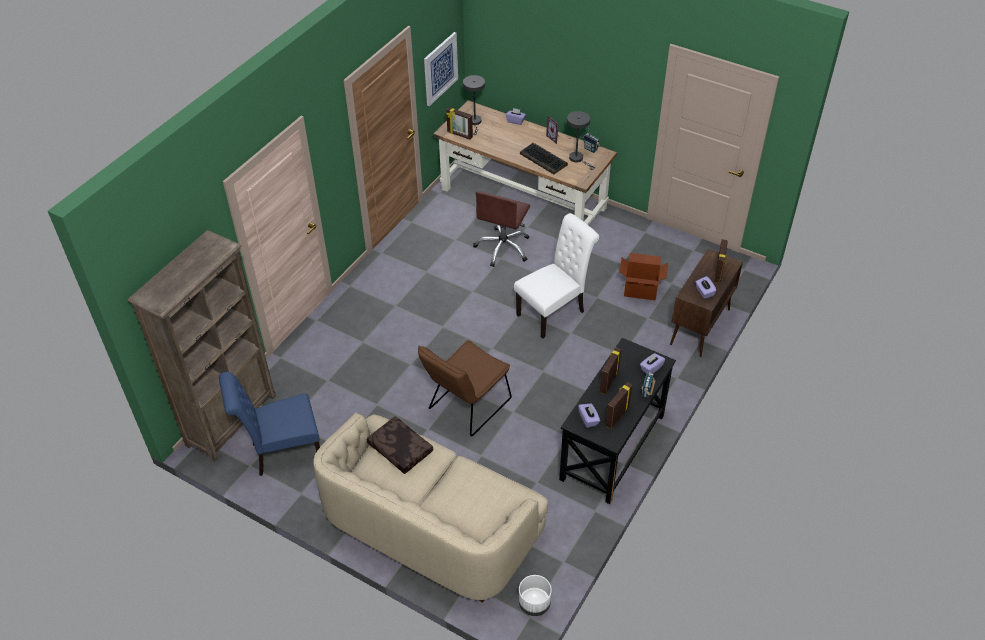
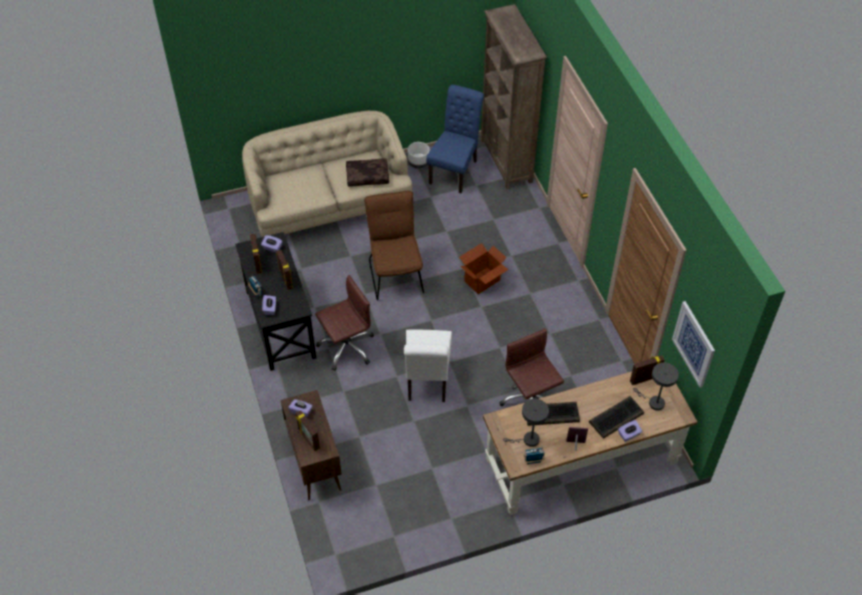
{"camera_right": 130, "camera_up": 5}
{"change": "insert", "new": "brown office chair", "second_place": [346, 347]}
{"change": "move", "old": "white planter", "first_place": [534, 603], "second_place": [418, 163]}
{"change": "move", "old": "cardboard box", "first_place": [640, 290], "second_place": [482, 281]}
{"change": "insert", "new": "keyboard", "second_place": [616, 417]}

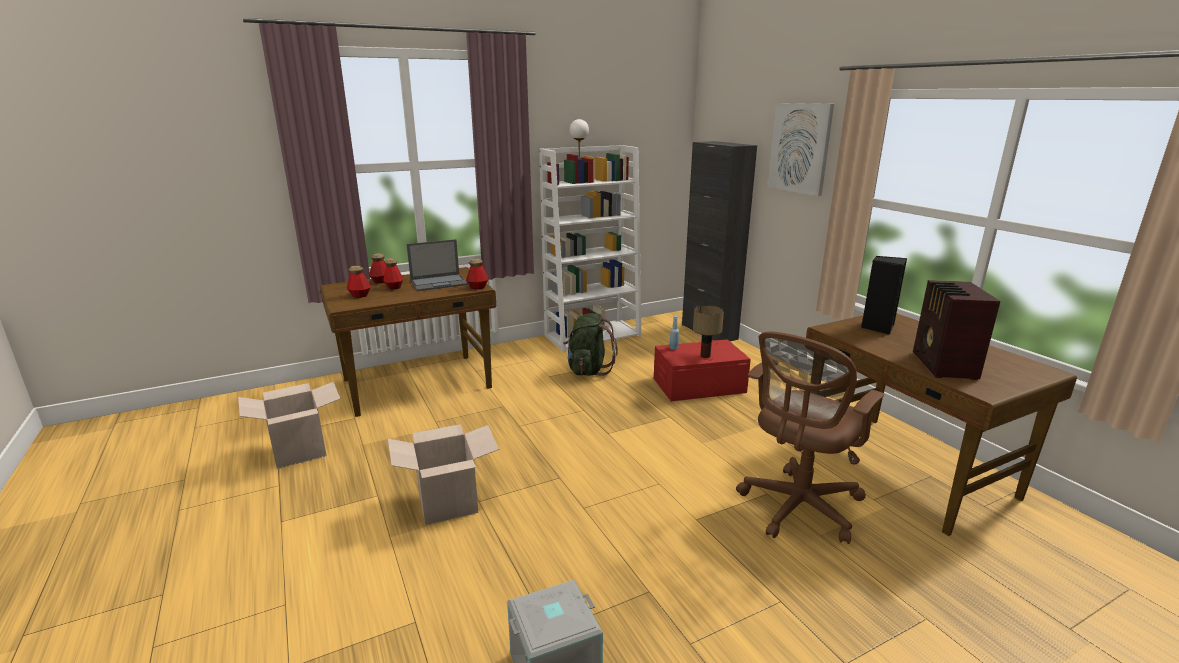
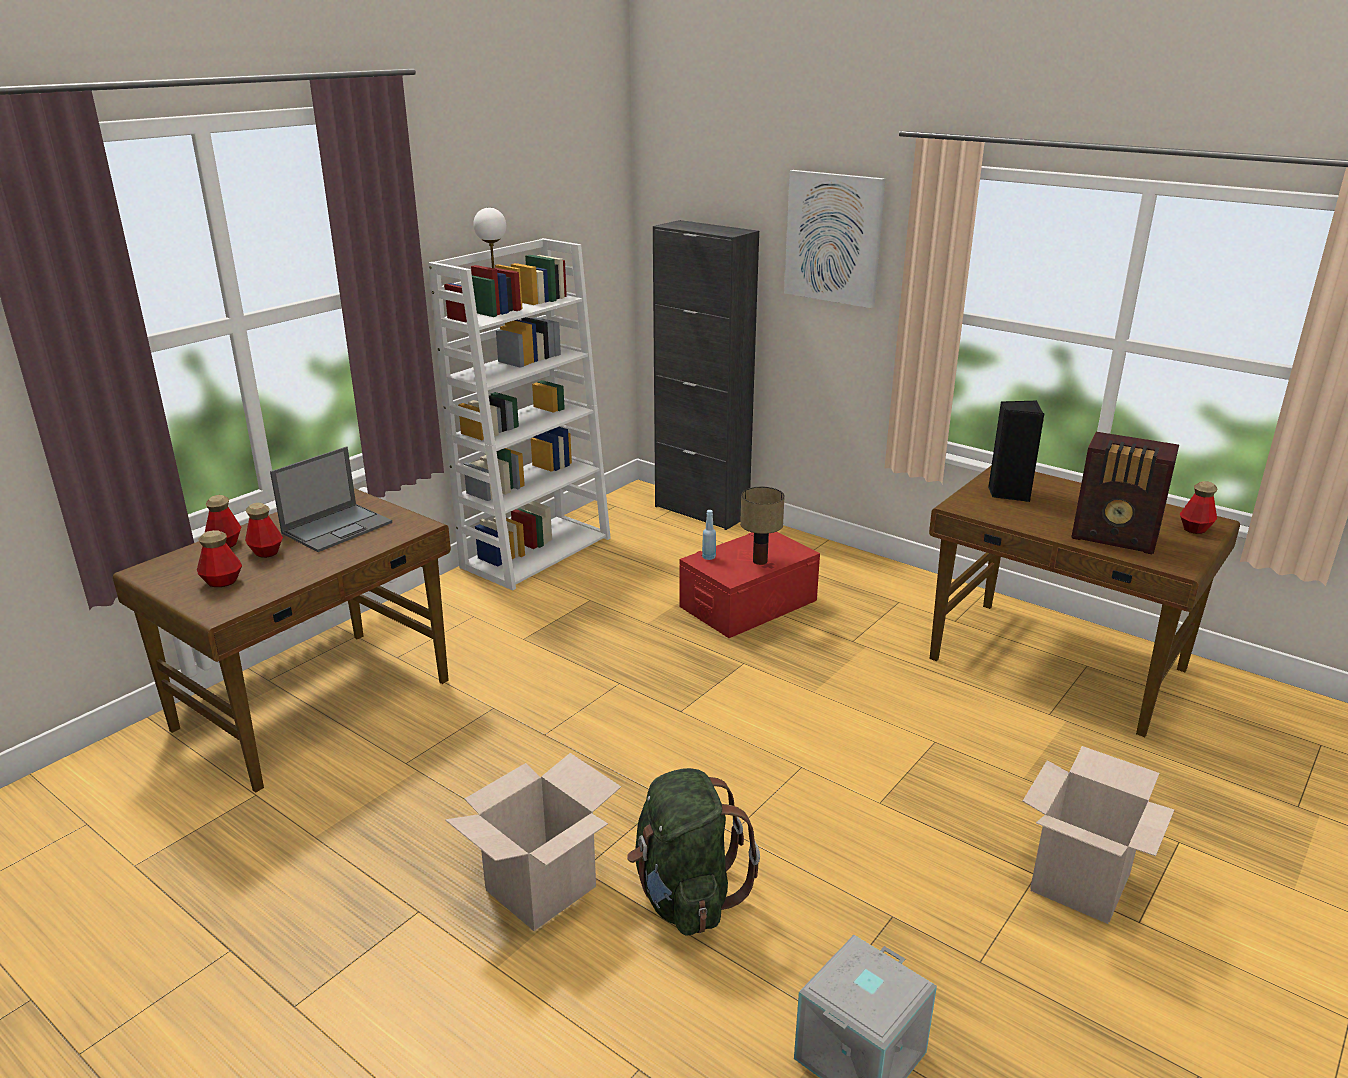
{"camera_right": -25, "camera_up": 5}
{"change": "move", "old": "green backpack", "first_place": [588, 370], "second_place": [685, 896]}
{"change": "move", "old": "cardboard box", "first_place": [299, 452], "second_place": [1080, 882]}
{"change": "rotate", "old": "radio", "first_place": [943, 366], "second_place": [1116, 538], "degrees": -45}
{"change": "move", "old": "bottle", "first_place": [477, 287], "second_place": [1195, 529]}
{"change": "delete", "old": "brown office chair", "first_place": [797, 509]}

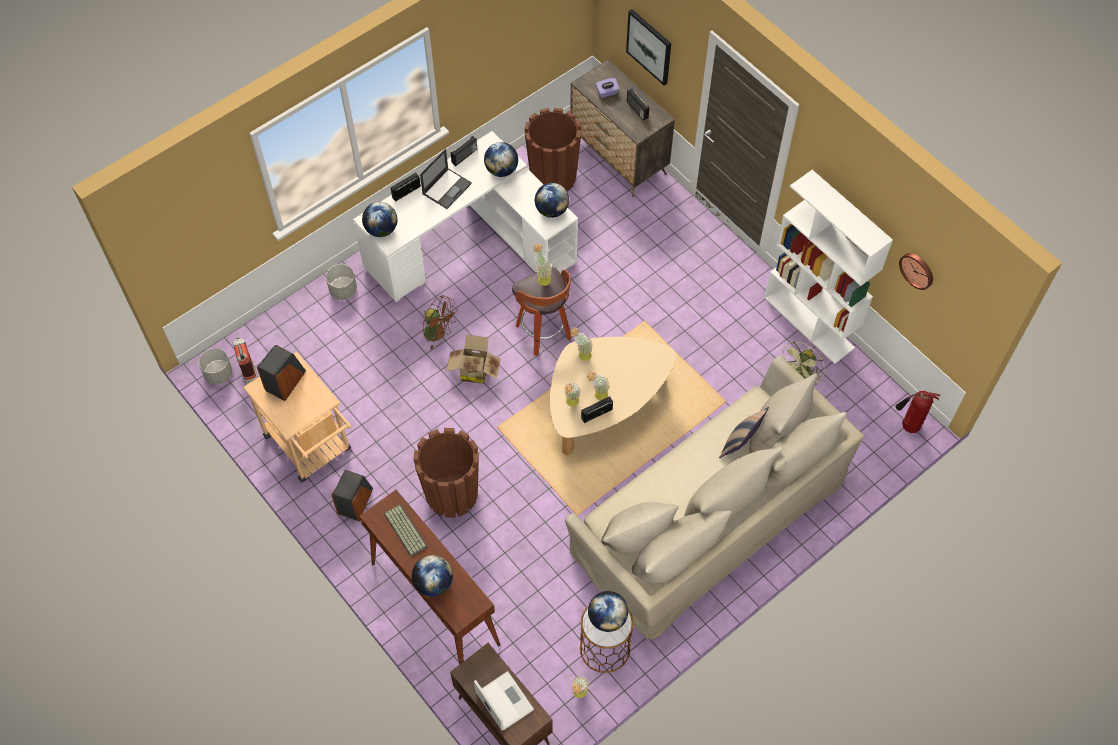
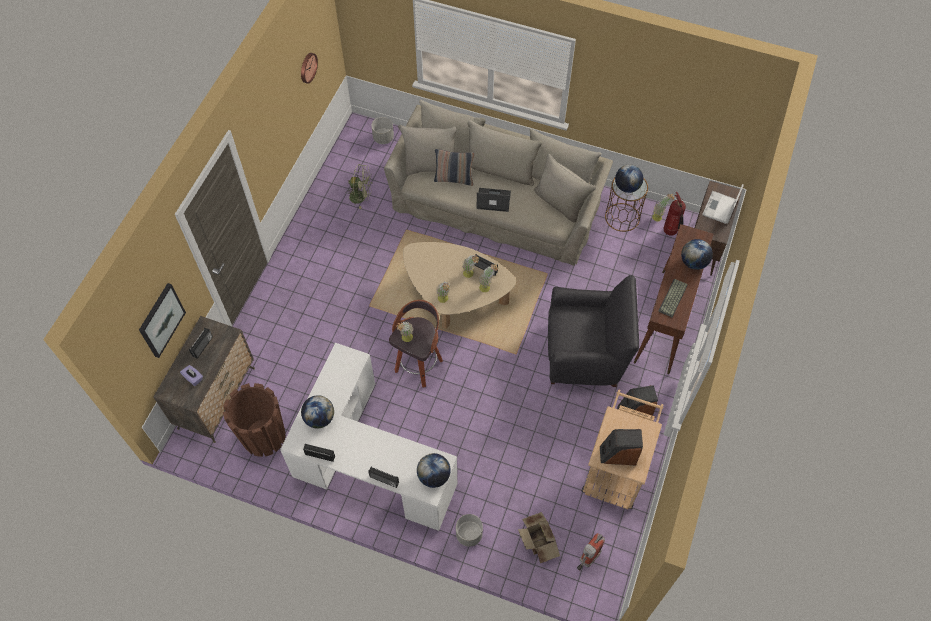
{"camera_right": -120, "camera_up": 0}
{"change": "move", "old": "grey planter", "first_place": [219, 374], "second_place": [383, 138]}
{"change": "move", "old": "laptop", "first_place": [447, 188], "second_place": [493, 200]}
{"change": "move", "old": "cardboard box", "first_place": [474, 370], "second_place": [537, 543]}
{"change": "replace", "old": "brown planter", "new": "black armchair", "first_place": [451, 494], "second_place": [585, 354]}
{"change": "move", "old": "fire extinguisher", "first_place": [908, 426], "second_place": [671, 233]}
{"change": "delete", "old": "brown fan", "first_place": [439, 334]}
{"change": "delete", "old": "globe", "first_place": [551, 210]}
{"change": "delete", "old": "white bookcase", "first_place": [809, 322]}

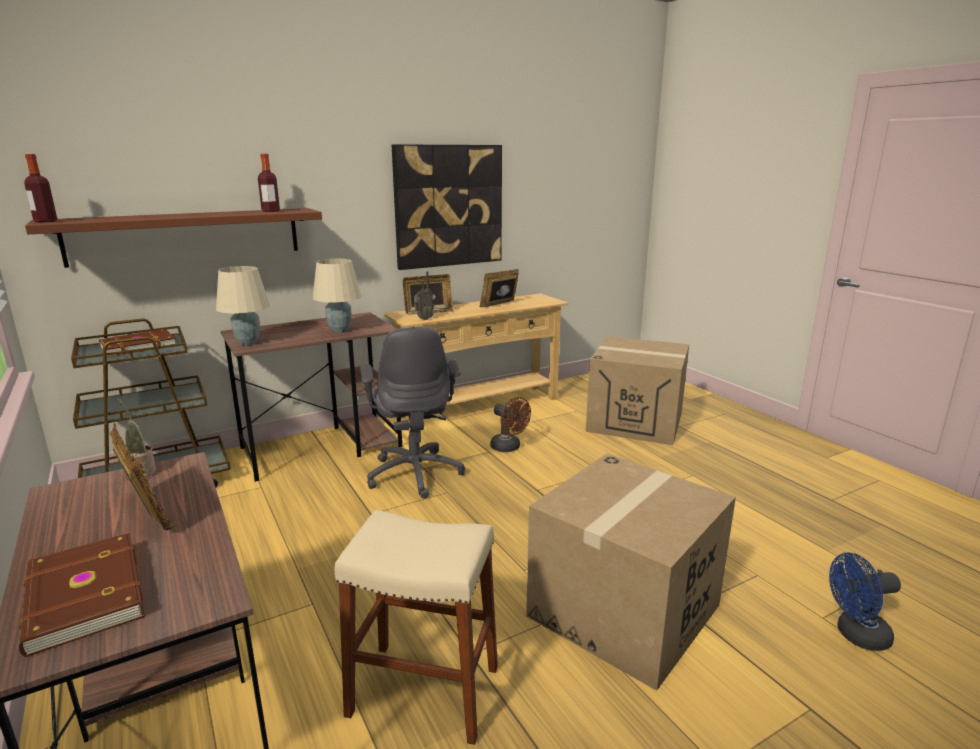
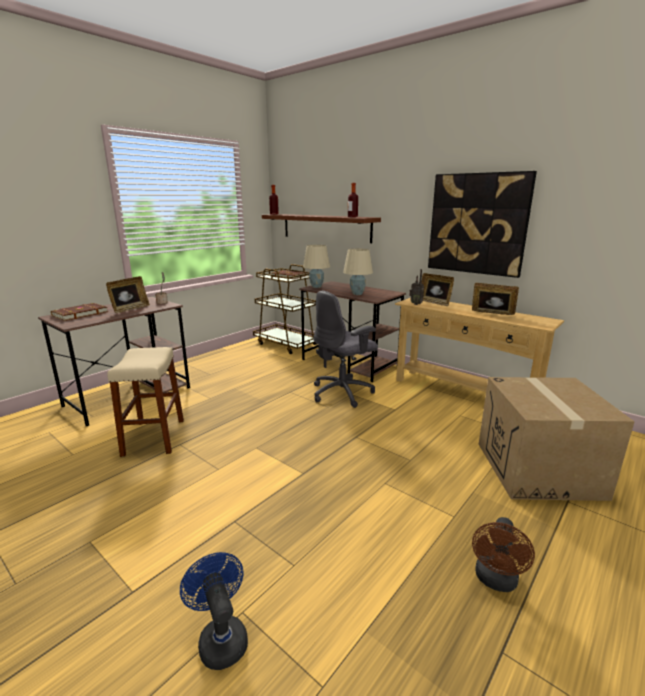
{"camera_right": 70, "camera_up": 0}
{"change": "move", "old": "brown fan", "first_place": [509, 448], "second_place": [496, 581]}
{"change": "delete", "old": "cardboard box", "first_place": [624, 611]}

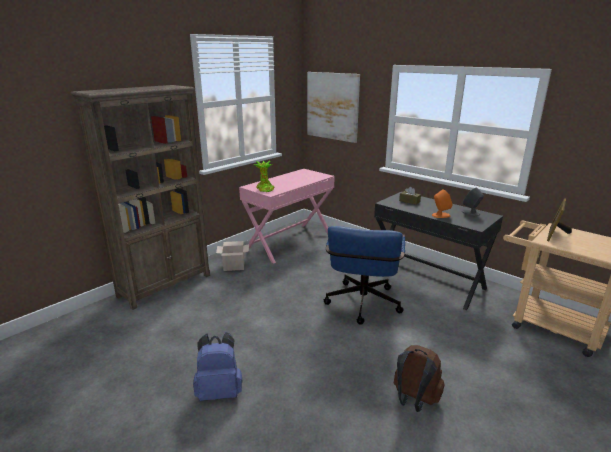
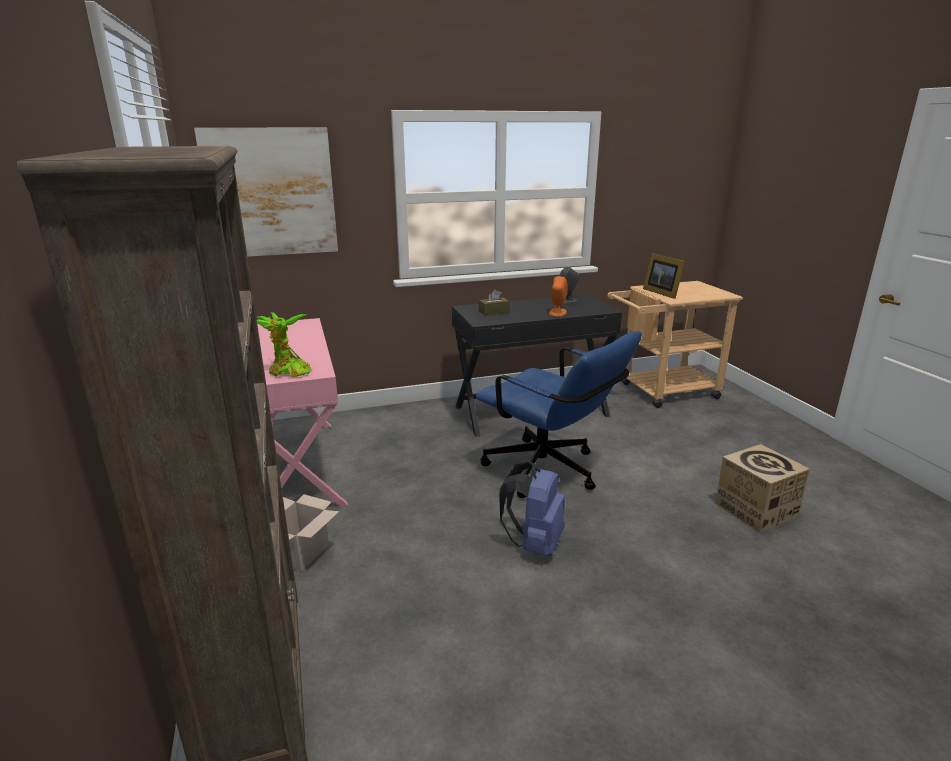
{"camera_right": -60, "camera_up": 0}
{"change": "move", "old": "blue backpack", "first_place": [220, 391], "second_place": [534, 543]}
{"change": "replace", "old": "brown backpack", "new": "cardboard box", "first_place": [414, 401], "second_place": [755, 510]}

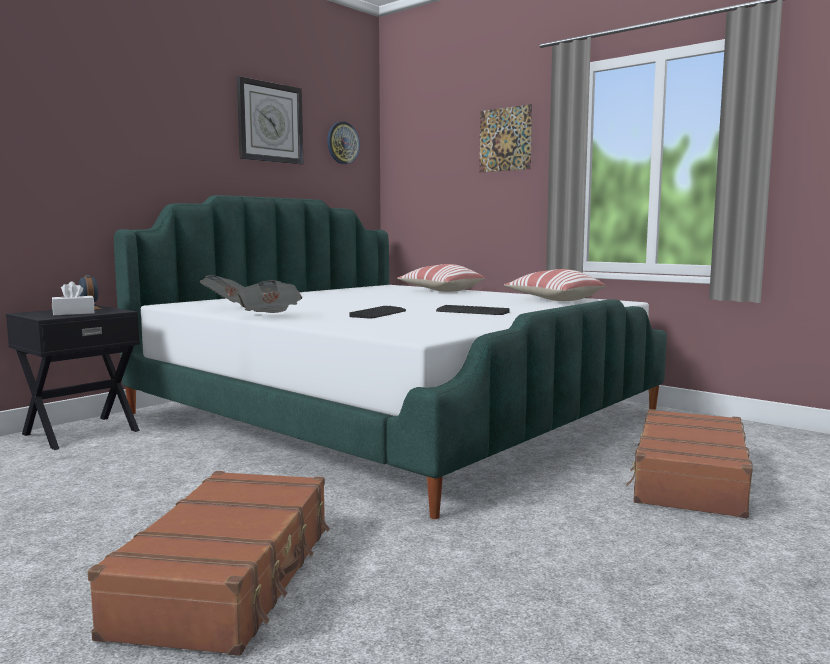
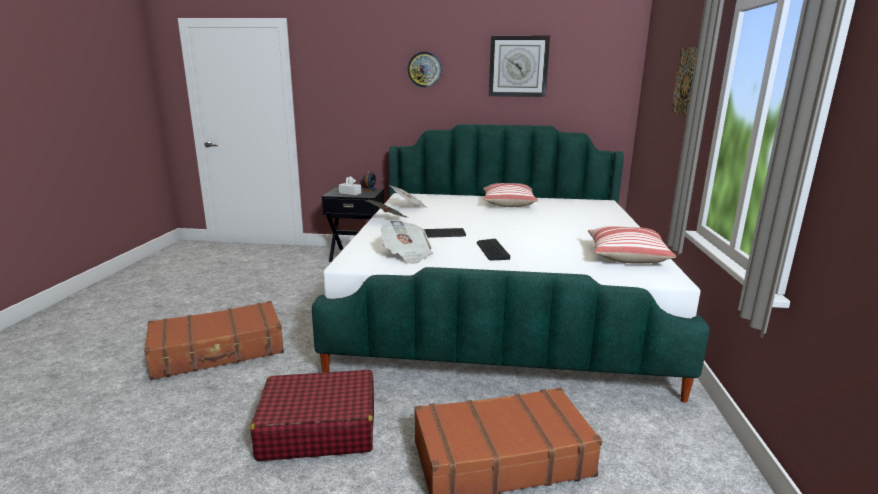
{"camera_right": 55, "camera_up": 10}
{"change": "insert", "new": "red suitcase", "second_place": [318, 428]}
{"change": "insert", "new": "newspaper", "second_place": [406, 255]}
{"change": "move", "old": "wall clock", "first_place": [342, 143], "second_place": [424, 69]}
{"change": "move", "old": "pillow", "first_place": [441, 291], "second_place": [508, 204]}

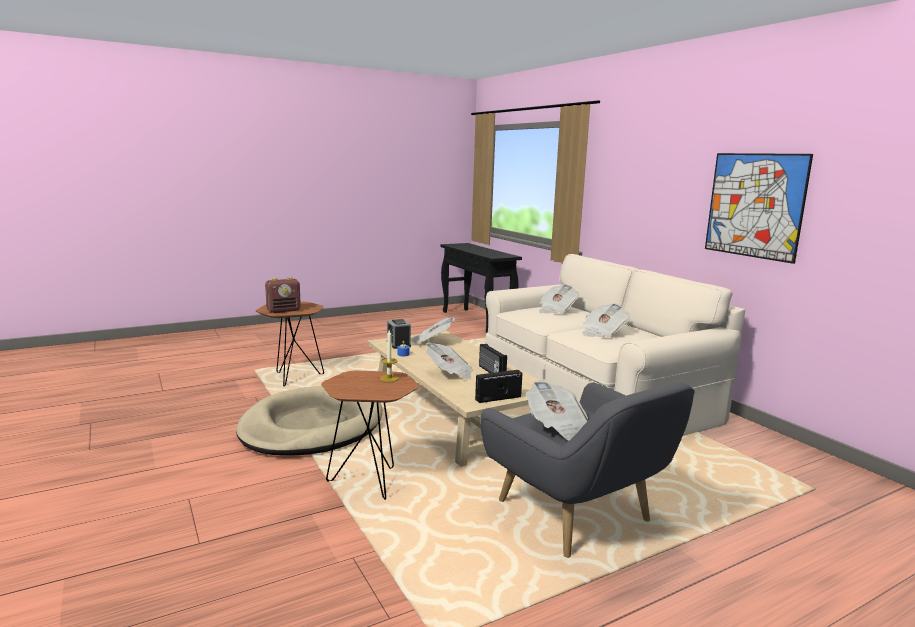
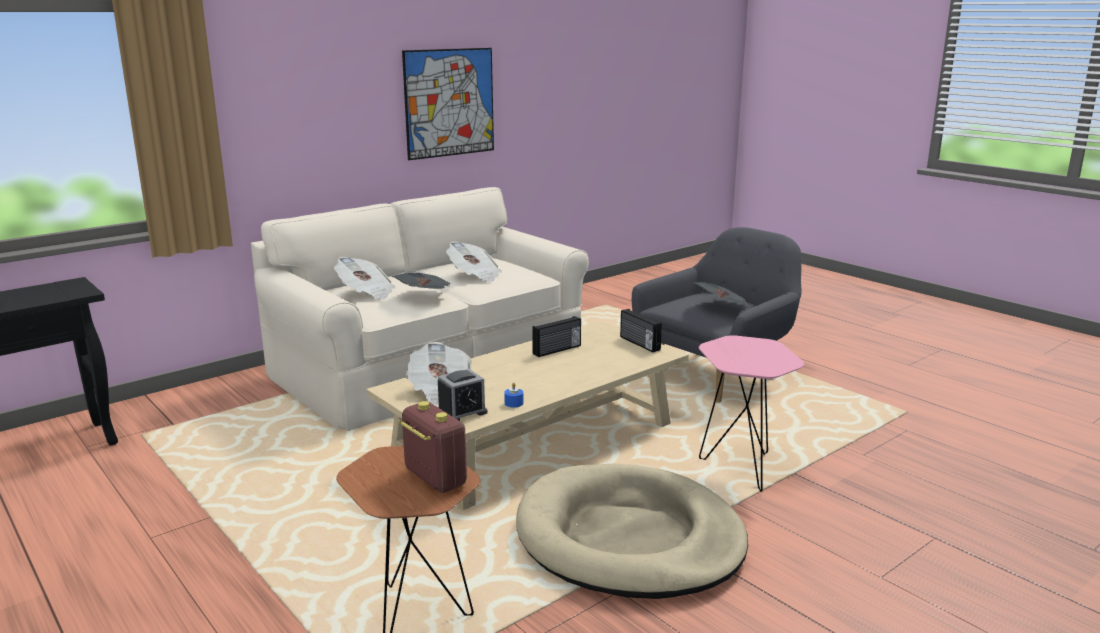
{"camera_right": -100, "camera_up": 5}
{"change": "move", "old": "newspaper", "first_place": [449, 374], "second_place": [424, 296]}
{"change": "recolor", "old": "brown side table", "new": "pink side table", "first_place": [371, 483], "second_place": [741, 466]}
{"change": "delete", "old": "candle", "first_place": [389, 378]}

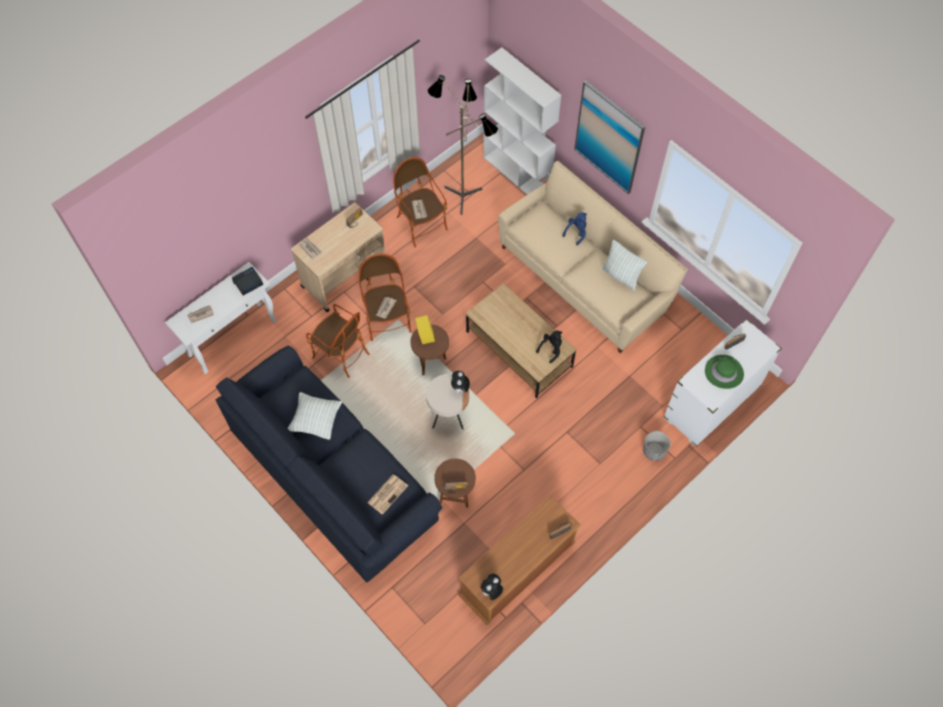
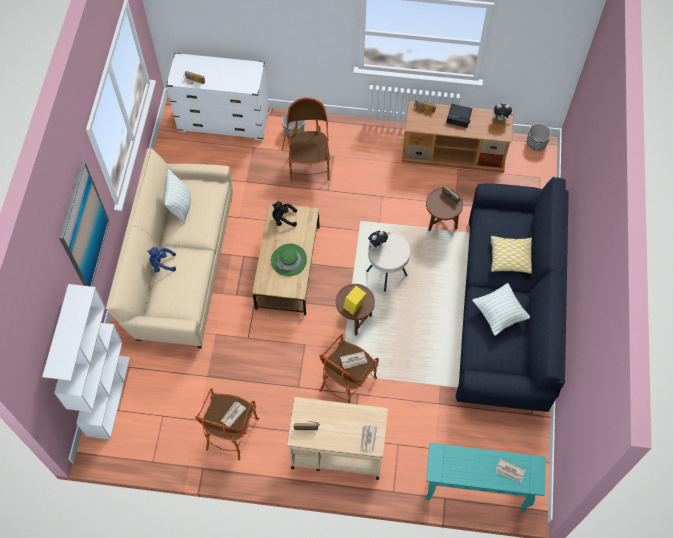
{"camera_right": -130, "camera_up": 0}
{"change": "move", "old": "green hat", "first_place": [724, 372], "second_place": [289, 260]}
{"change": "move", "old": "armchair", "first_place": [341, 354], "second_place": [309, 165]}
{"change": "recolor", "old": "white console table", "new": "turquoise console table", "first_place": [233, 337], "second_place": [474, 490]}
{"change": "move", "old": "alarm clock", "first_place": [248, 283], "second_place": [459, 117]}
{"change": "insert", "new": "pillow", "second_place": [510, 257]}
{"change": "insert", "new": "planter", "second_place": [536, 143]}
{"change": "delete", "old": "newspaper", "first_place": [388, 493]}
{"change": "delete", "old": "floor lamp", "first_place": [464, 193]}

